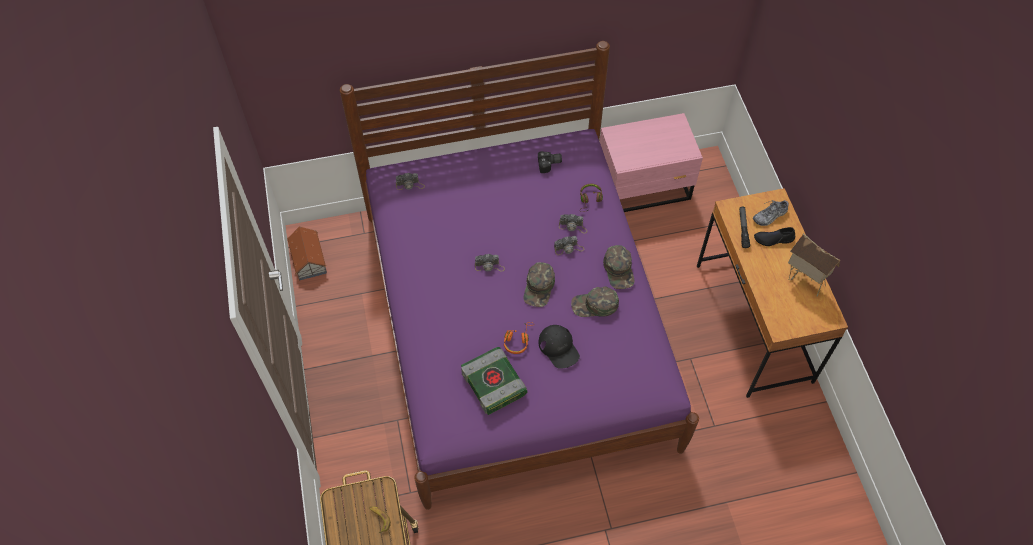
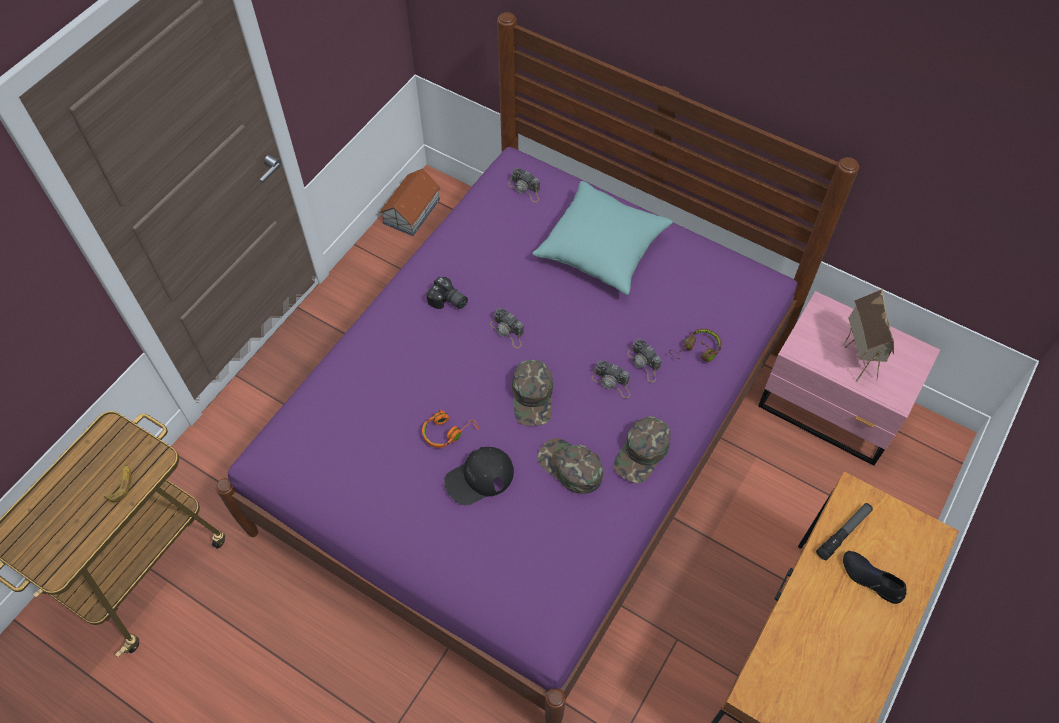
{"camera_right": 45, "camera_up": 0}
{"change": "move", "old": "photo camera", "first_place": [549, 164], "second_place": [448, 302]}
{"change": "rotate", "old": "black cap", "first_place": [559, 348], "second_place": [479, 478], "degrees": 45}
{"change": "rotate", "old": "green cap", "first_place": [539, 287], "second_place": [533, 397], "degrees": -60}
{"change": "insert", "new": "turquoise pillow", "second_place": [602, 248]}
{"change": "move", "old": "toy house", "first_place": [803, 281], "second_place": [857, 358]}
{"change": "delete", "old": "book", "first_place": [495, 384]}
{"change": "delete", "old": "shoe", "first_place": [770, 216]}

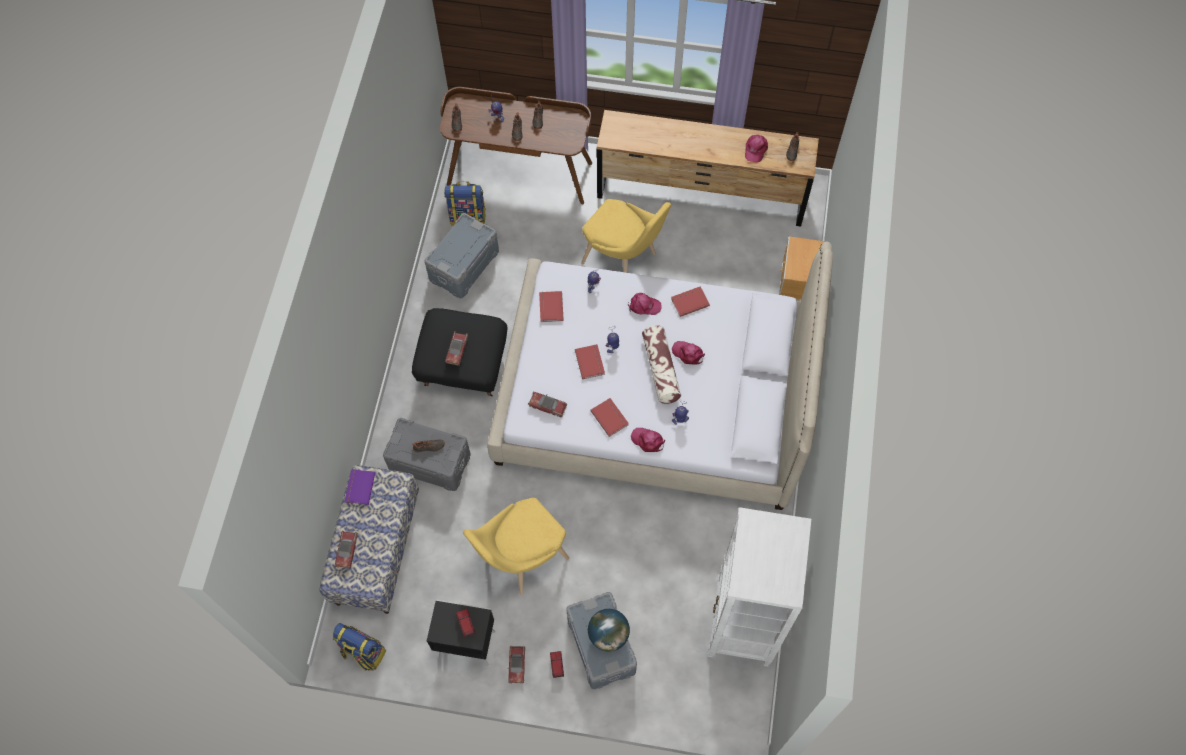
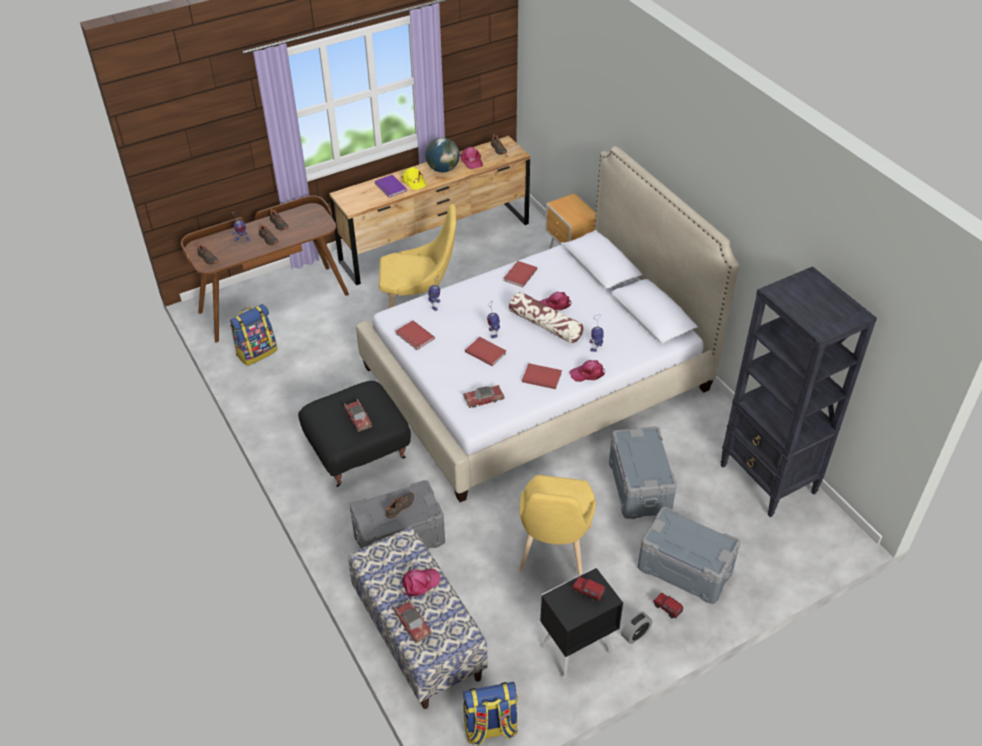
{"camera_right": -40, "camera_up": -20}
{"change": "move", "old": "purple book", "first_place": [359, 487], "second_place": [389, 187]}
{"change": "insert", "new": "yellow cap", "second_place": [414, 181]}
{"change": "move", "old": "pink cap", "first_place": [644, 306], "second_place": [419, 583]}
{"change": "move", "old": "globe", "first_place": [608, 634], "second_place": [442, 169]}
{"change": "move", "old": "grey storage box", "first_place": [465, 266], "second_place": [640, 486]}
{"change": "replace", "old": "toy car", "new": "alarm clock", "first_place": [517, 665], "second_place": [635, 634]}
{"change": "recolor", "old": "white bookcase", "new": "black bookcase", "first_place": [741, 625], "second_place": [768, 480]}

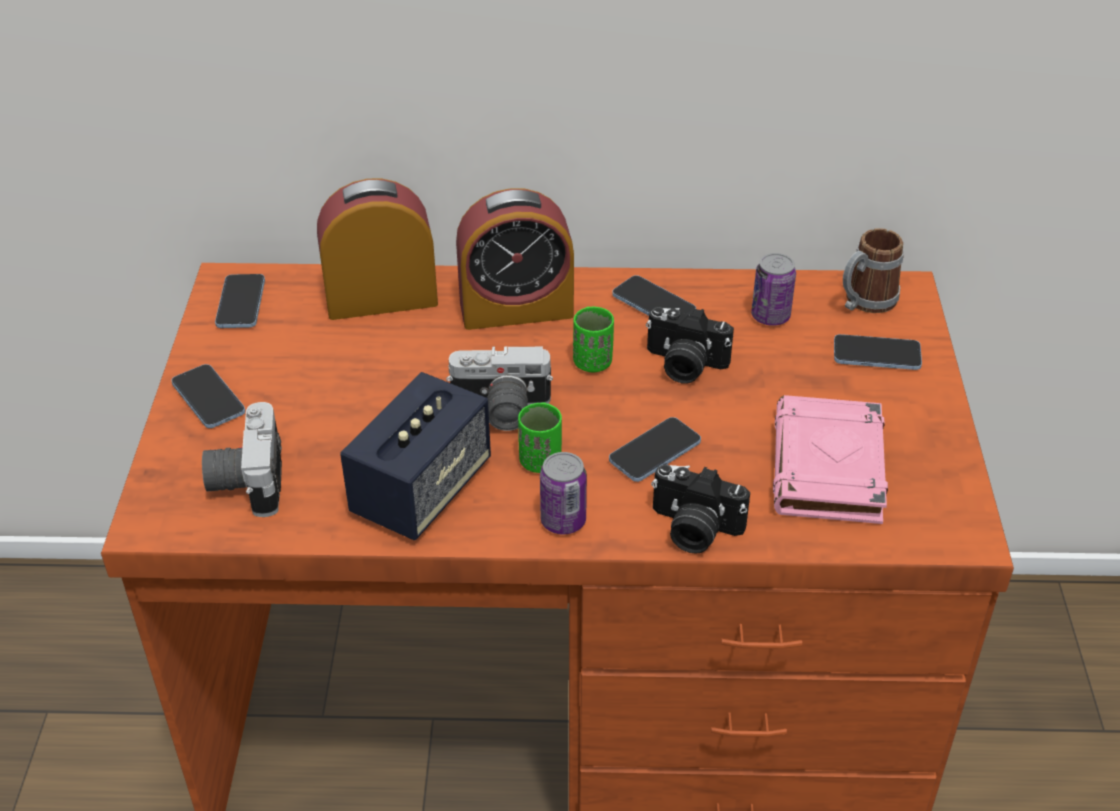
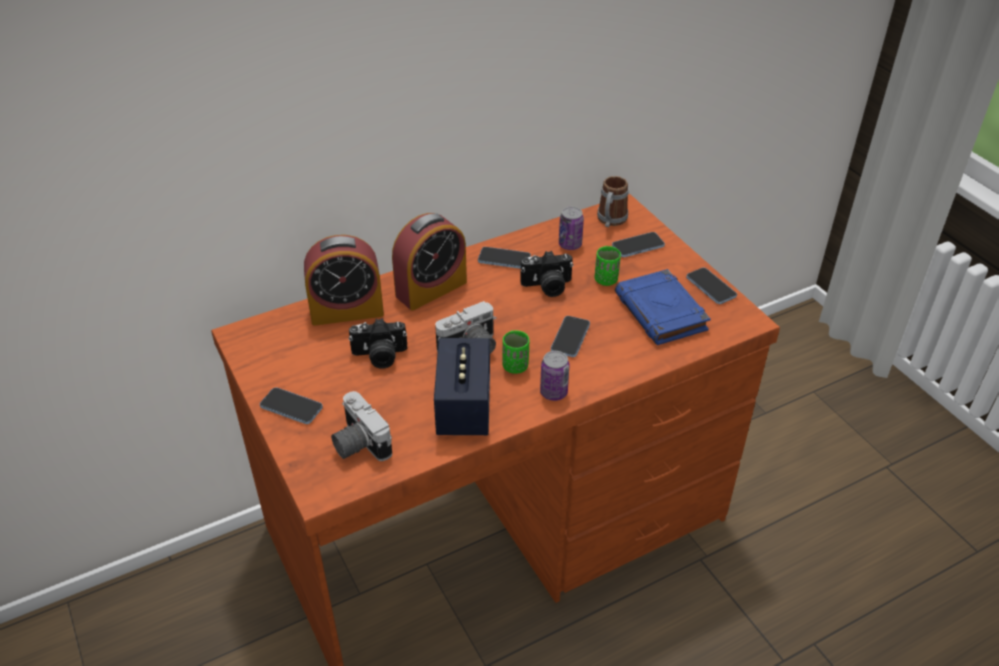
{"camera_right": -30, "camera_up": 0}
{"change": "rotate", "old": "alarm clock", "first_place": [381, 299], "second_place": [347, 311], "degrees": -150}
{"change": "move", "old": "photo camera", "first_place": [693, 529], "second_place": [379, 356]}
{"change": "move", "old": "green cup", "first_place": [592, 363], "second_place": [606, 280]}
{"change": "recolor", "old": "pink book", "new": "blue book", "first_place": [828, 469], "second_place": [661, 313]}
{"change": "move", "old": "phone", "first_place": [241, 303], "second_place": [711, 287]}

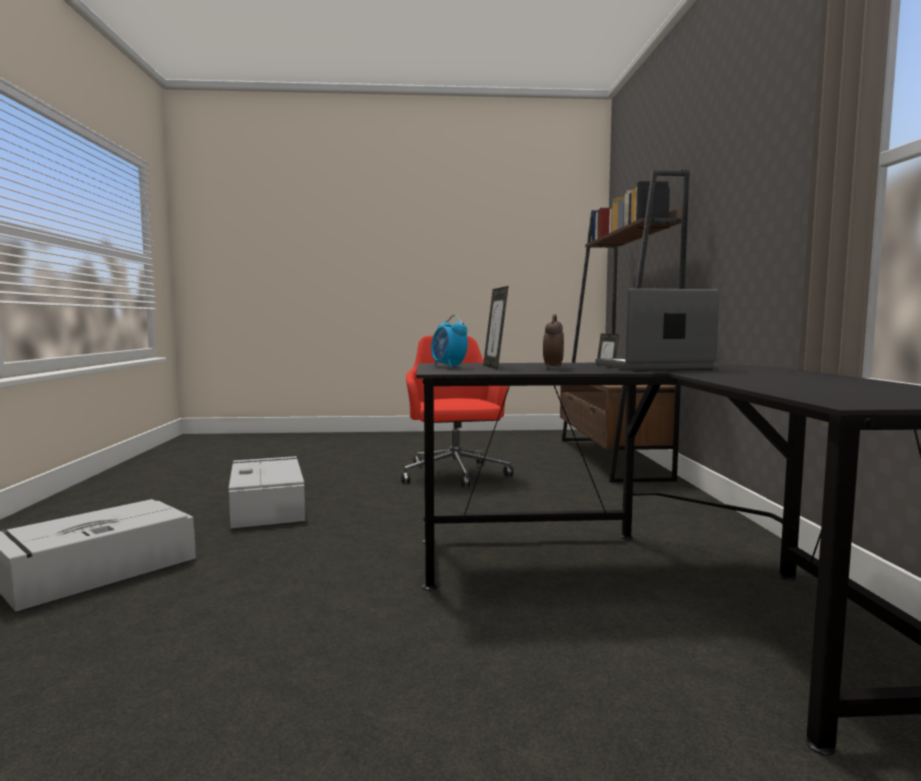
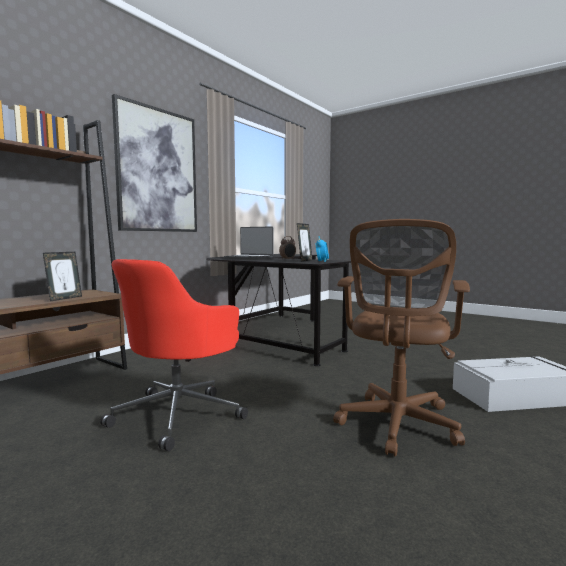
{"camera_right": -140, "camera_up": 0}
{"change": "insert", "new": "picture", "second_place": [157, 171]}
{"change": "replace", "old": "grey storage box", "new": "brown office chair", "first_place": [267, 505], "second_place": [397, 426]}

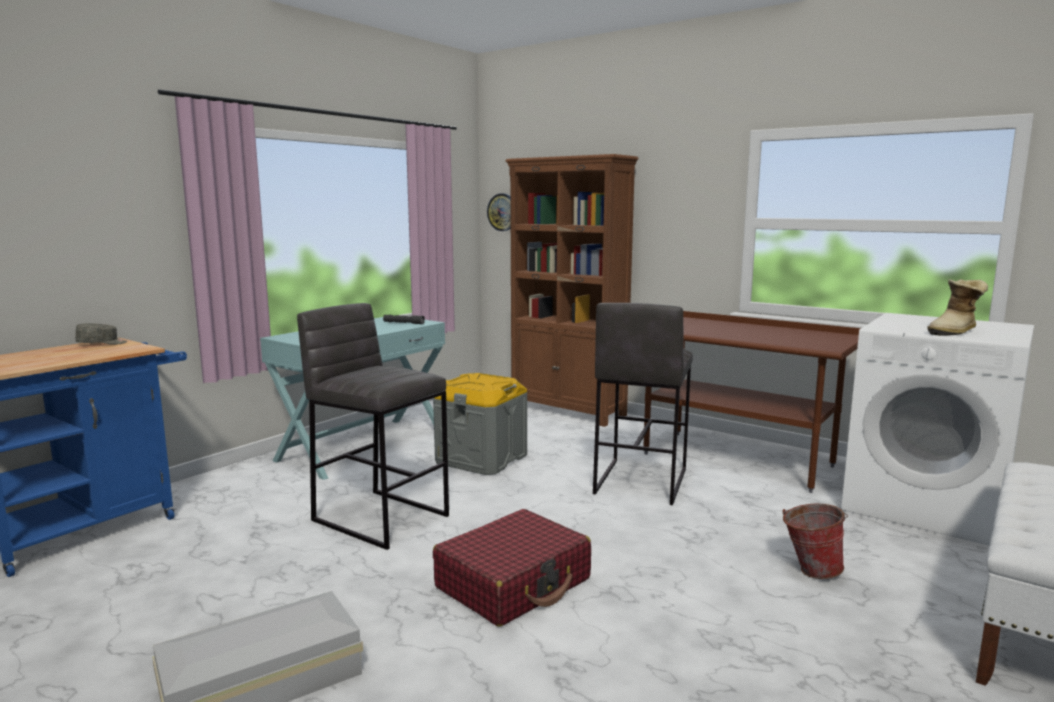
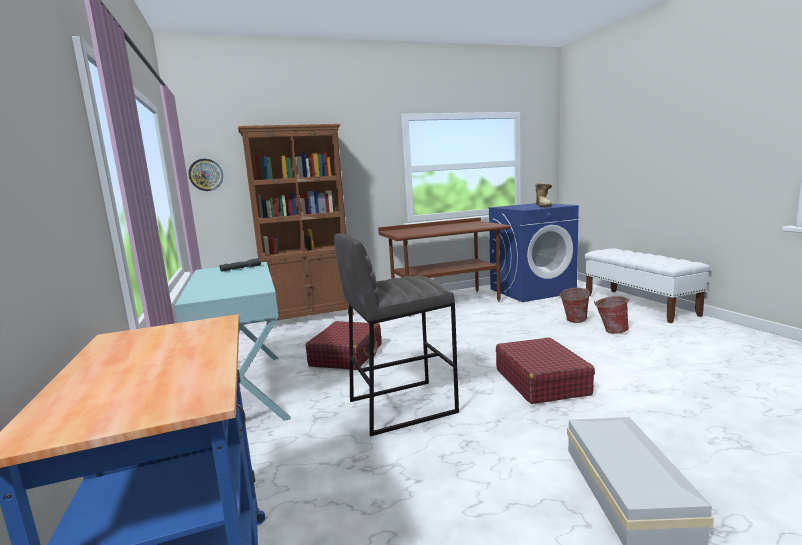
{"camera_right": -55, "camera_up": 0}
{"change": "replace", "old": "grey storage box", "new": "red suitcase", "first_place": [481, 459], "second_place": [347, 355]}
{"change": "recolor", "old": "white washing machine", "new": "blue washing machine", "first_place": [927, 506], "second_place": [532, 291]}
{"change": "insert", "new": "bucket", "second_place": [610, 331]}
{"change": "delete", "old": "grey cap", "first_place": [102, 343]}
{"change": "delete", "old": "grey stool", "first_place": [639, 481]}

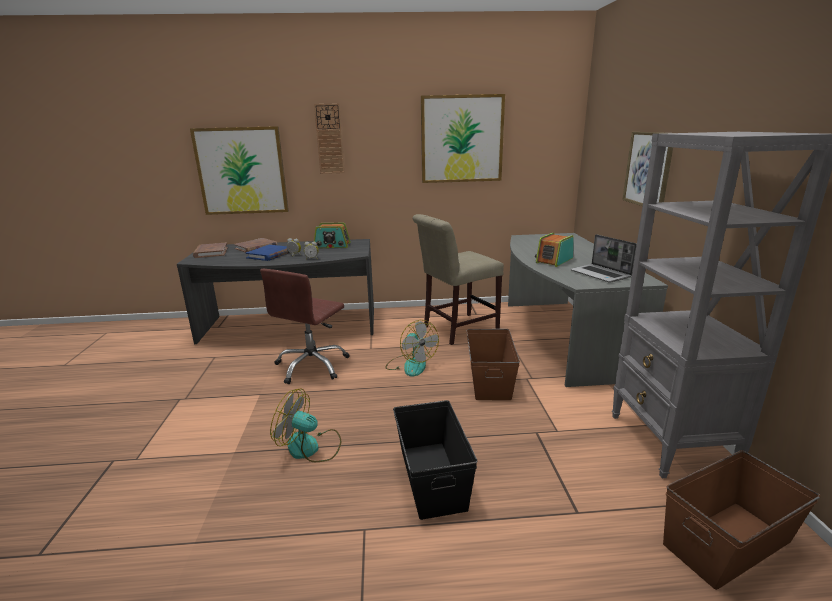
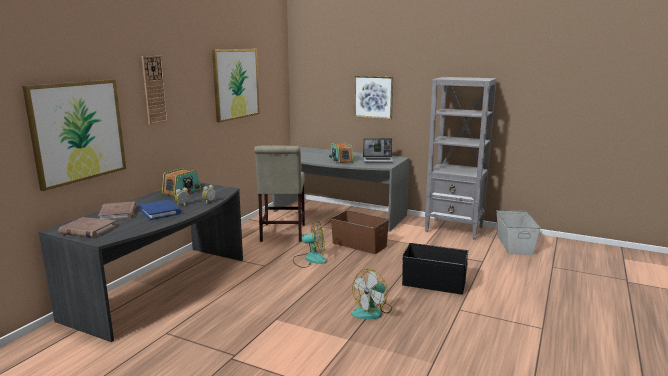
{"camera_right": -60, "camera_up": -5}
{"change": "recolor", "old": "brown storage box", "new": "grey storage box", "first_place": [725, 542], "second_place": [514, 244]}
{"change": "delete", "old": "brown office chair", "first_place": [312, 366]}

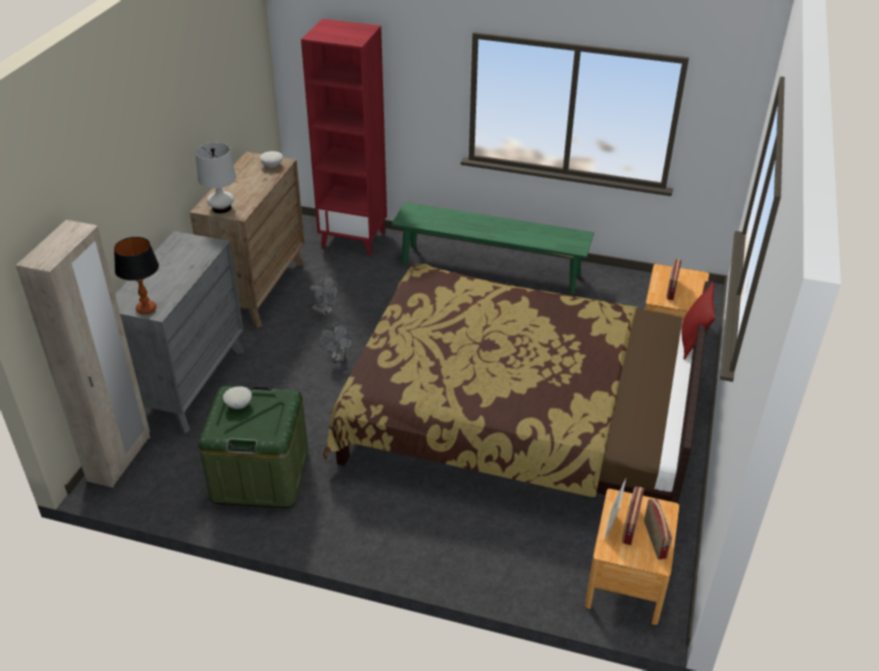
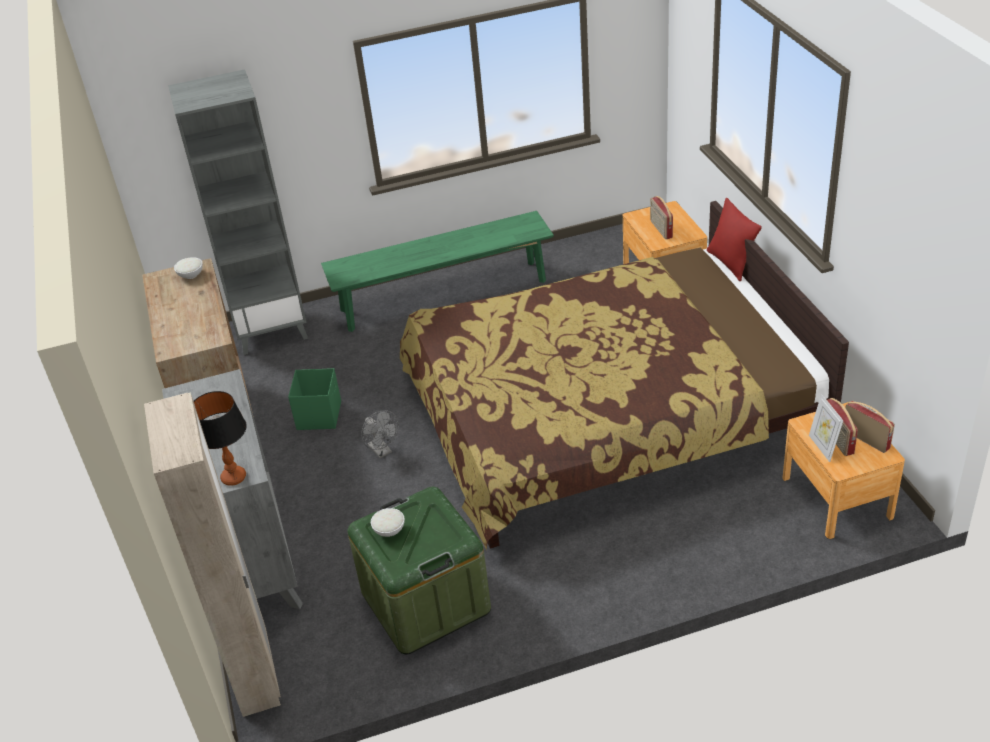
{"camera_right": -30, "camera_up": 0}
{"change": "recolor", "old": "red bookcase", "new": "grey bookcase", "first_place": [354, 239], "second_place": [272, 331]}
{"change": "replace", "old": "grey fan", "new": "green storage box", "first_place": [325, 311], "second_place": [319, 415]}
{"change": "delete", "old": "white table lamp", "first_place": [221, 208]}

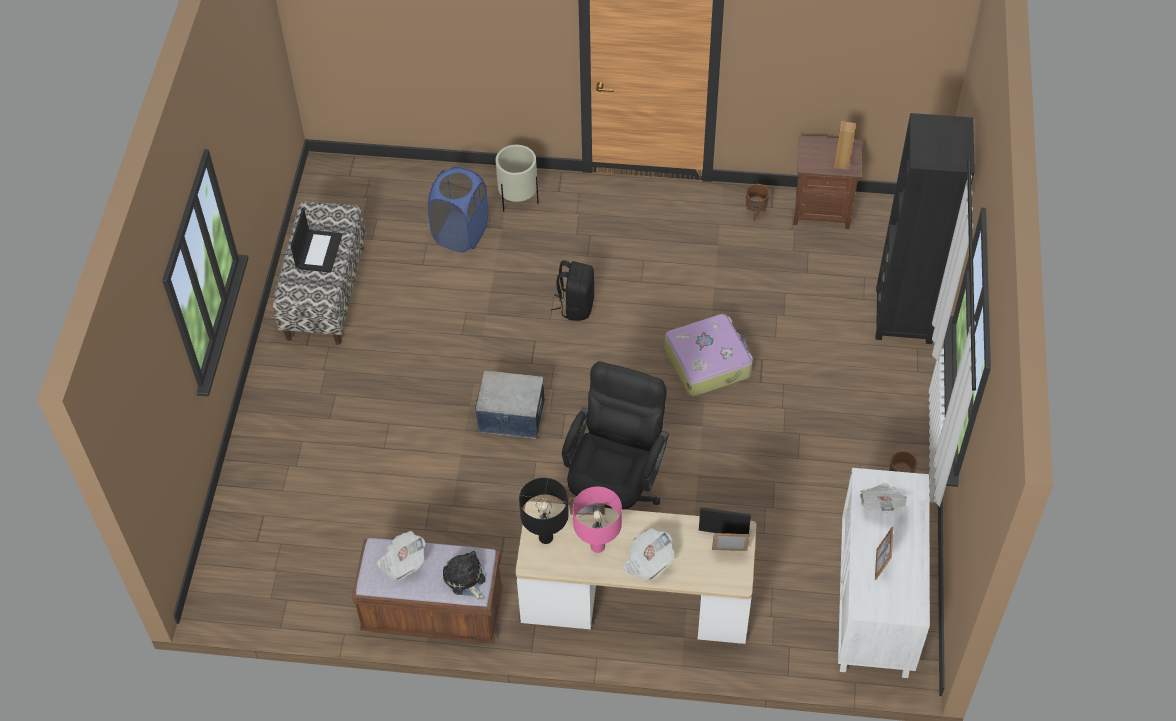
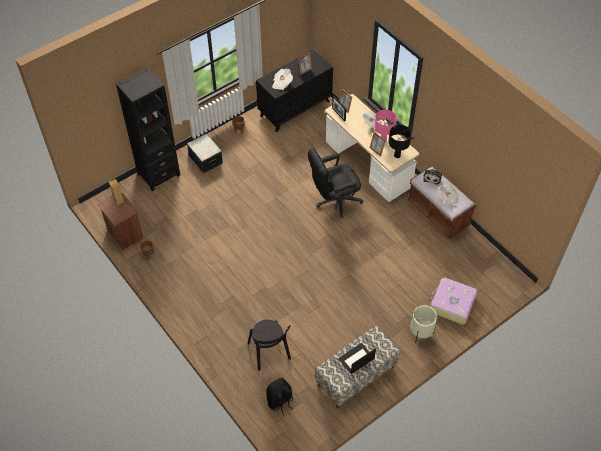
{"camera_right": -135, "camera_up": 0}
{"change": "move", "old": "storage box", "first_place": [511, 417], "second_place": [206, 159]}
{"change": "replace", "old": "blue laundry basket", "new": "black chair", "first_place": [461, 233], "second_place": [269, 353]}
{"change": "recolor", "old": "white dresser", "new": "black dresser", "first_place": [875, 603], "second_place": [295, 108]}
{"change": "move", "old": "black backpack", "first_place": [576, 306], "second_place": [280, 402]}
{"change": "move", "old": "beige planter", "first_place": [518, 200], "second_place": [421, 333]}
{"change": "move", "old": "suitcase", "first_place": [708, 361], "second_place": [452, 304]}

